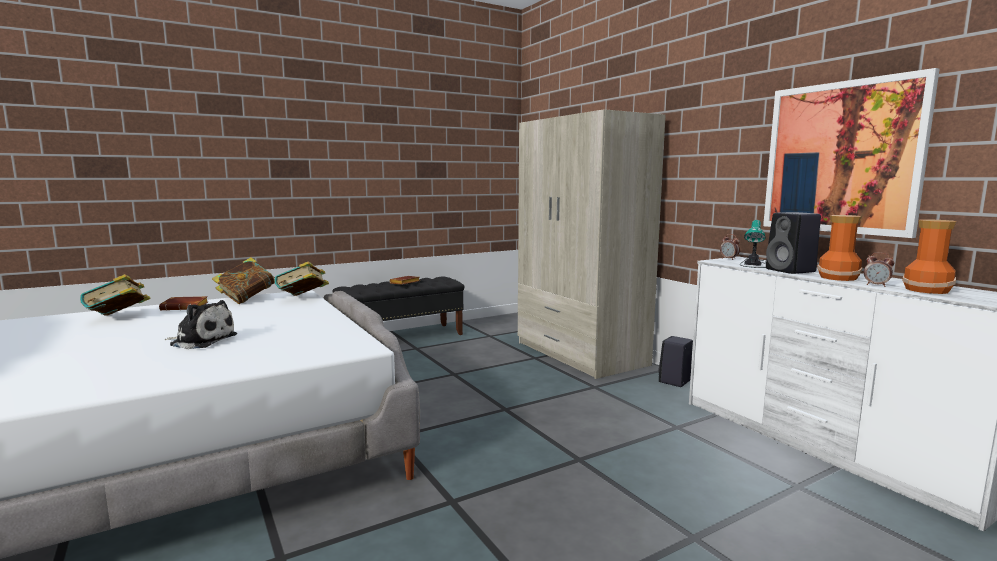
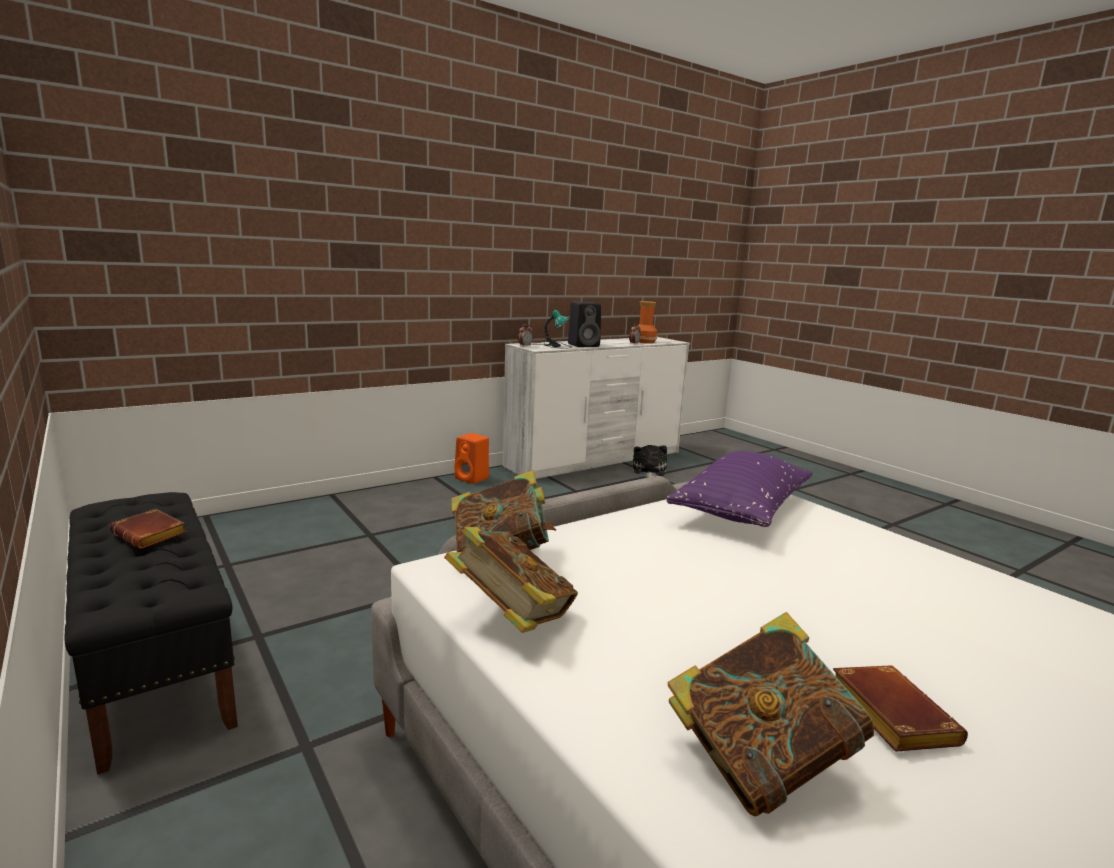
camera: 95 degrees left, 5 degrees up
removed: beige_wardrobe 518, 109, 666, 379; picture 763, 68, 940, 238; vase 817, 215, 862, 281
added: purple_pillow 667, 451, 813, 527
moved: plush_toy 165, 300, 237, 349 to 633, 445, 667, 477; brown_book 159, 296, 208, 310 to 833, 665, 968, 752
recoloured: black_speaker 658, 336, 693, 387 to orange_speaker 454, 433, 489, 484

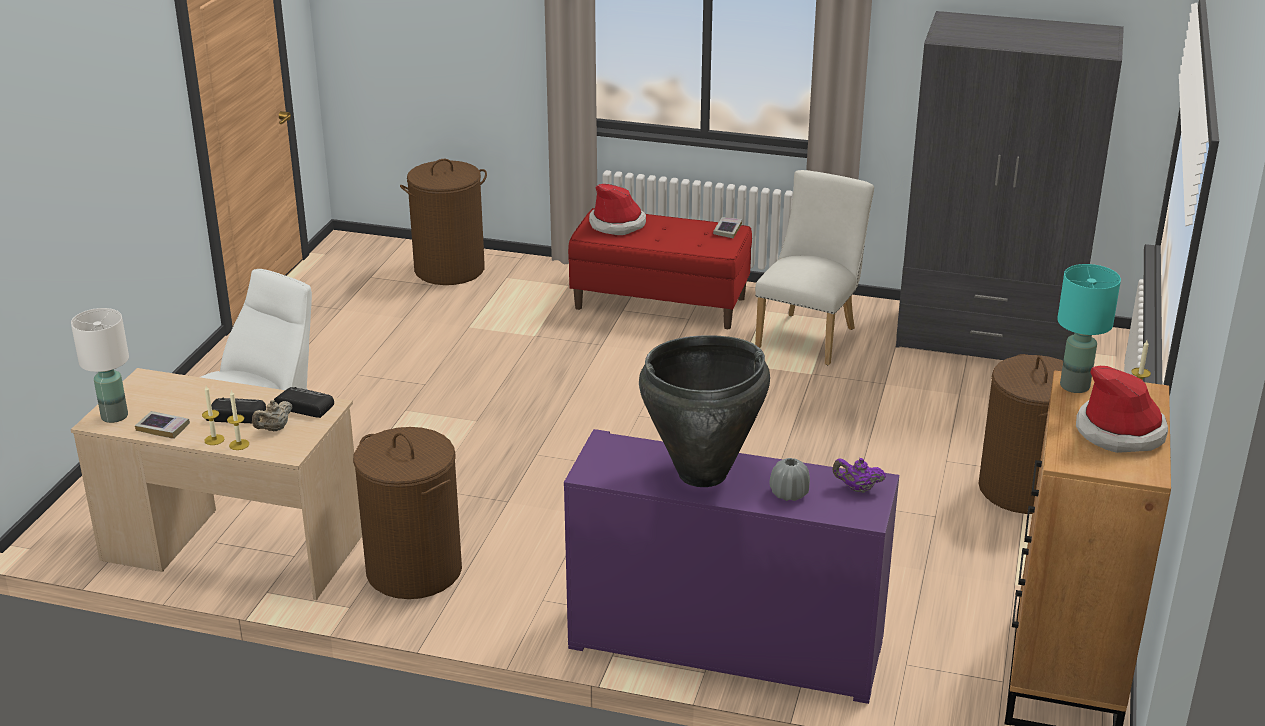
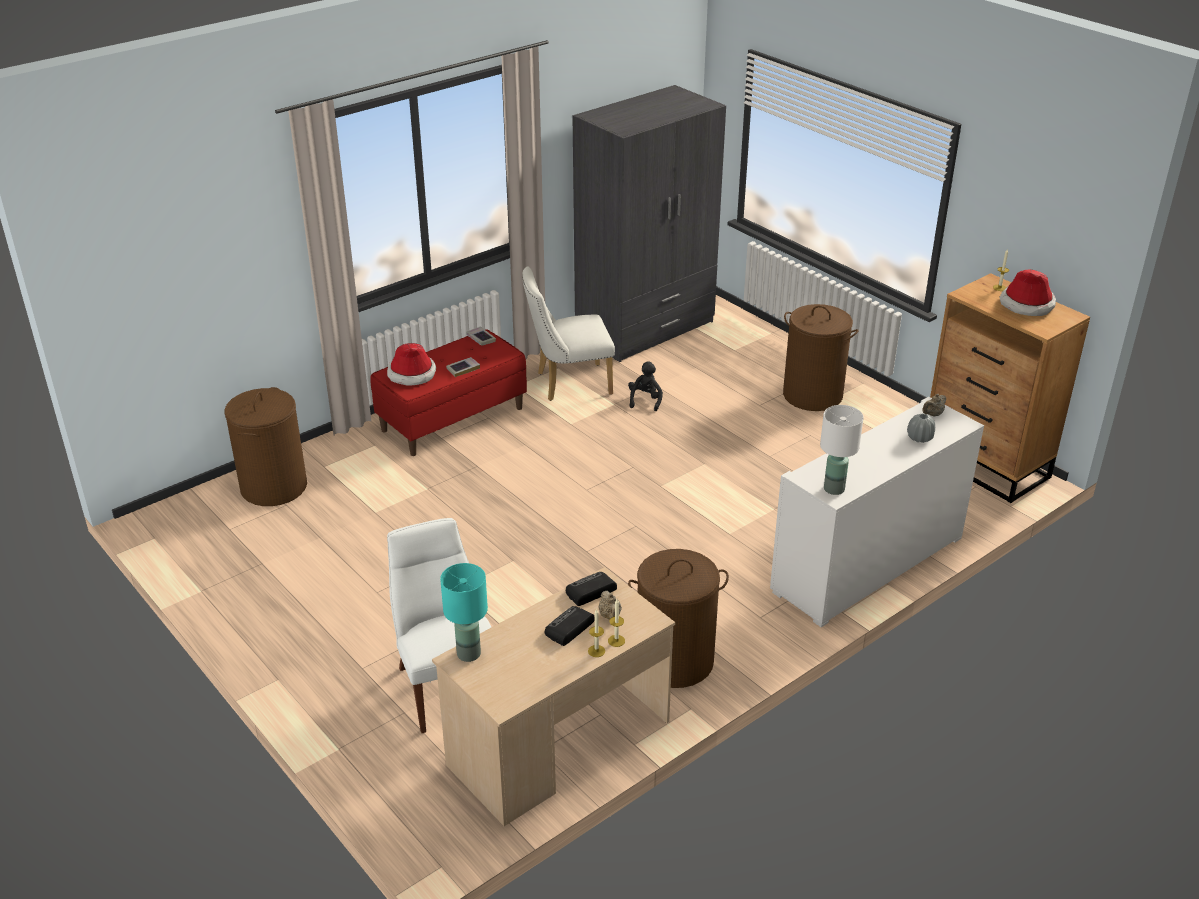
camera: 55 degrees left, 5 degrees up
removed: black_vase 639, 335, 770, 487
added: black_plush_toy 628, 361, 663, 411
moved: turquoise_table_lamp 1057, 264, 1121, 393 to 440, 563, 488, 662; book 135, 411, 190, 439 to 446, 357, 480, 377; white_table_lamp 71, 308, 129, 423 to 820, 405, 864, 495
recoloured: purple_cabinet 564, 429, 899, 704 to white_cabinet 770, 397, 984, 627; purple_teapot 832, 458, 886, 493 to beige_teapot 922, 394, 946, 416
turned: white_chair 755, 170, 874, 365 = 522, 266, 615, 401 75 degrees counterclockwise

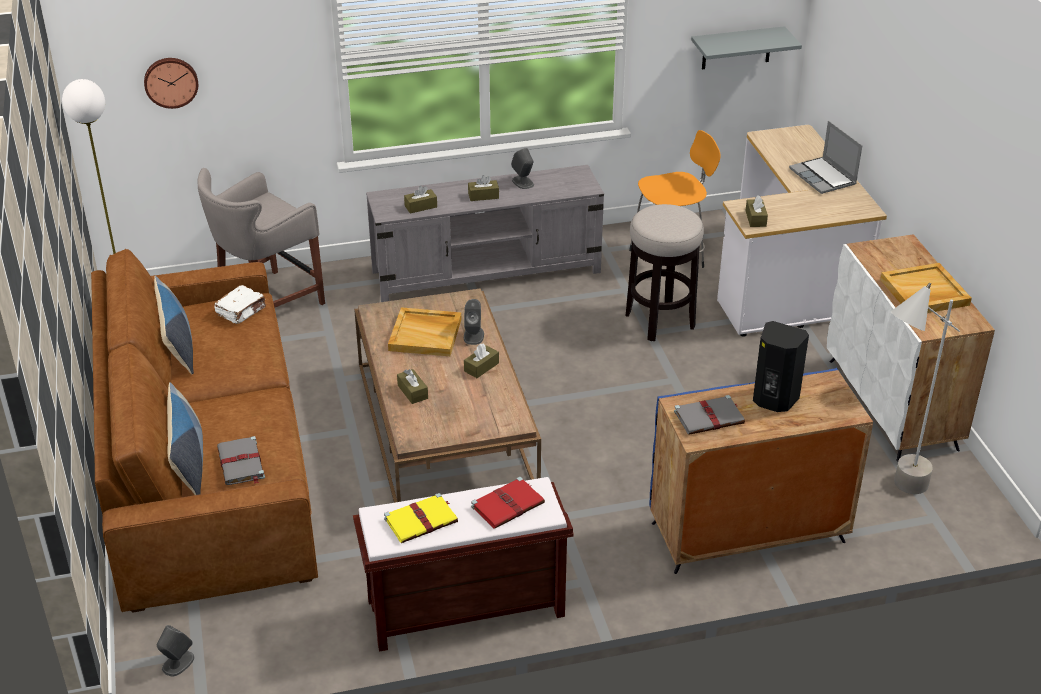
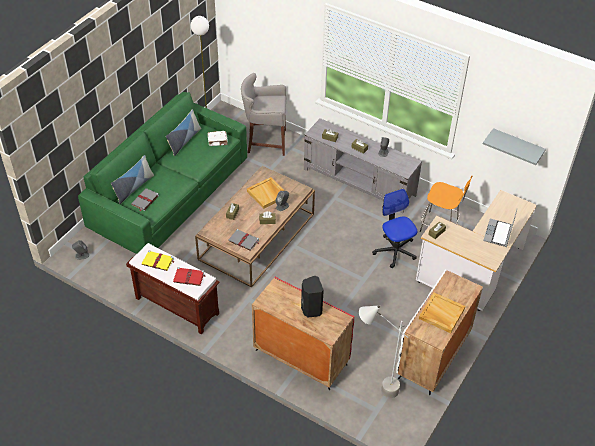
camera: 45 degrees right, 10 degrees up
removed: wall_clock 144, 58, 198, 109
moved: grey_book 674, 395, 745, 435 to 228, 229, 259, 251
replaced: stool 625, 204, 704, 341 to office_chair 372, 189, 418, 268
recoloured: brown_sofa 91, 249, 318, 613 to green_sofa 78, 92, 247, 254; blue_cabinet 650, 368, 873, 574 to red_cabinet 252, 277, 354, 390

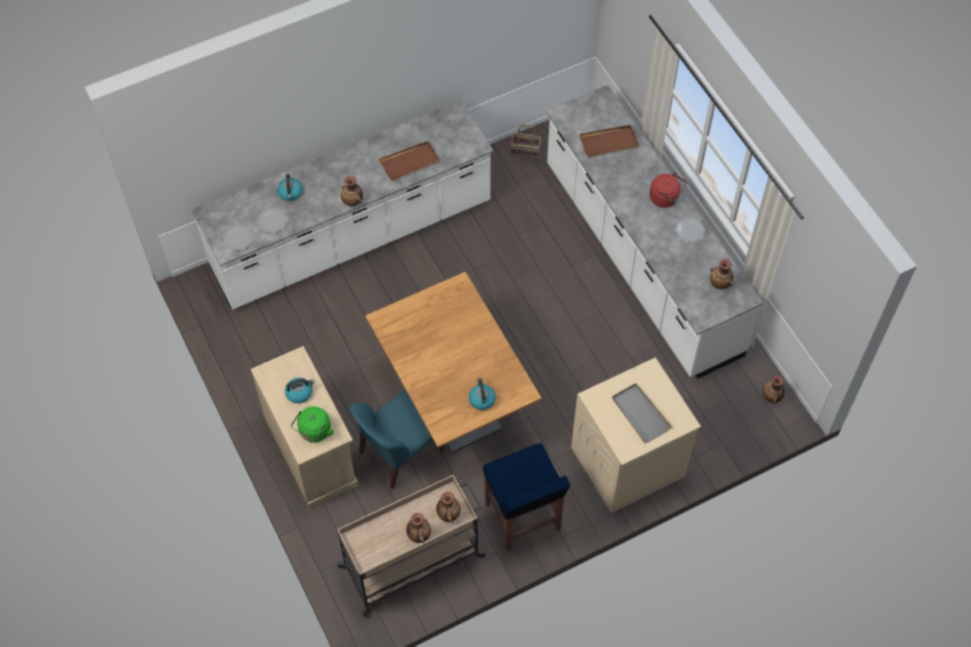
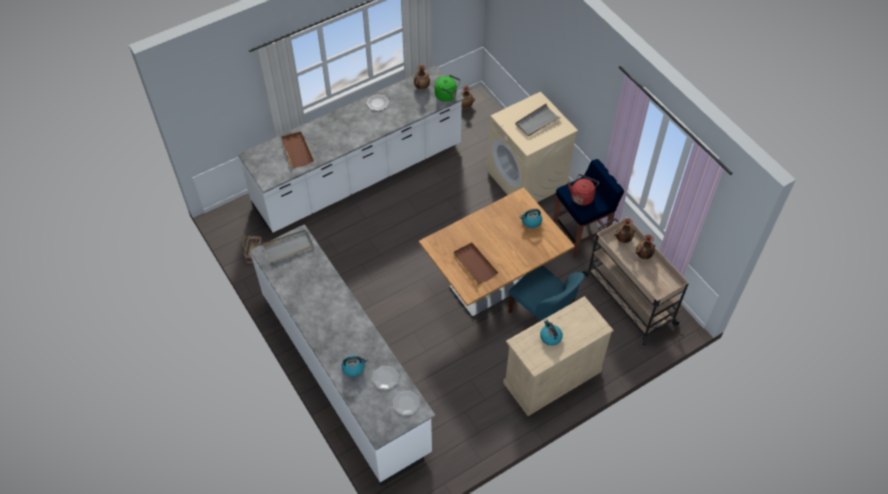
camera: 95 degrees left, 5 degrees down
removed: vase 341, 176, 363, 206
added: grey_tray 263, 229, 314, 263
moved: green_kettle 291, 406, 334, 442 to 435, 75, 461, 102; brown_tray 379, 141, 440, 181 to 454, 242, 498, 285; red_kettle 650, 172, 687, 208 to 568, 174, 599, 205

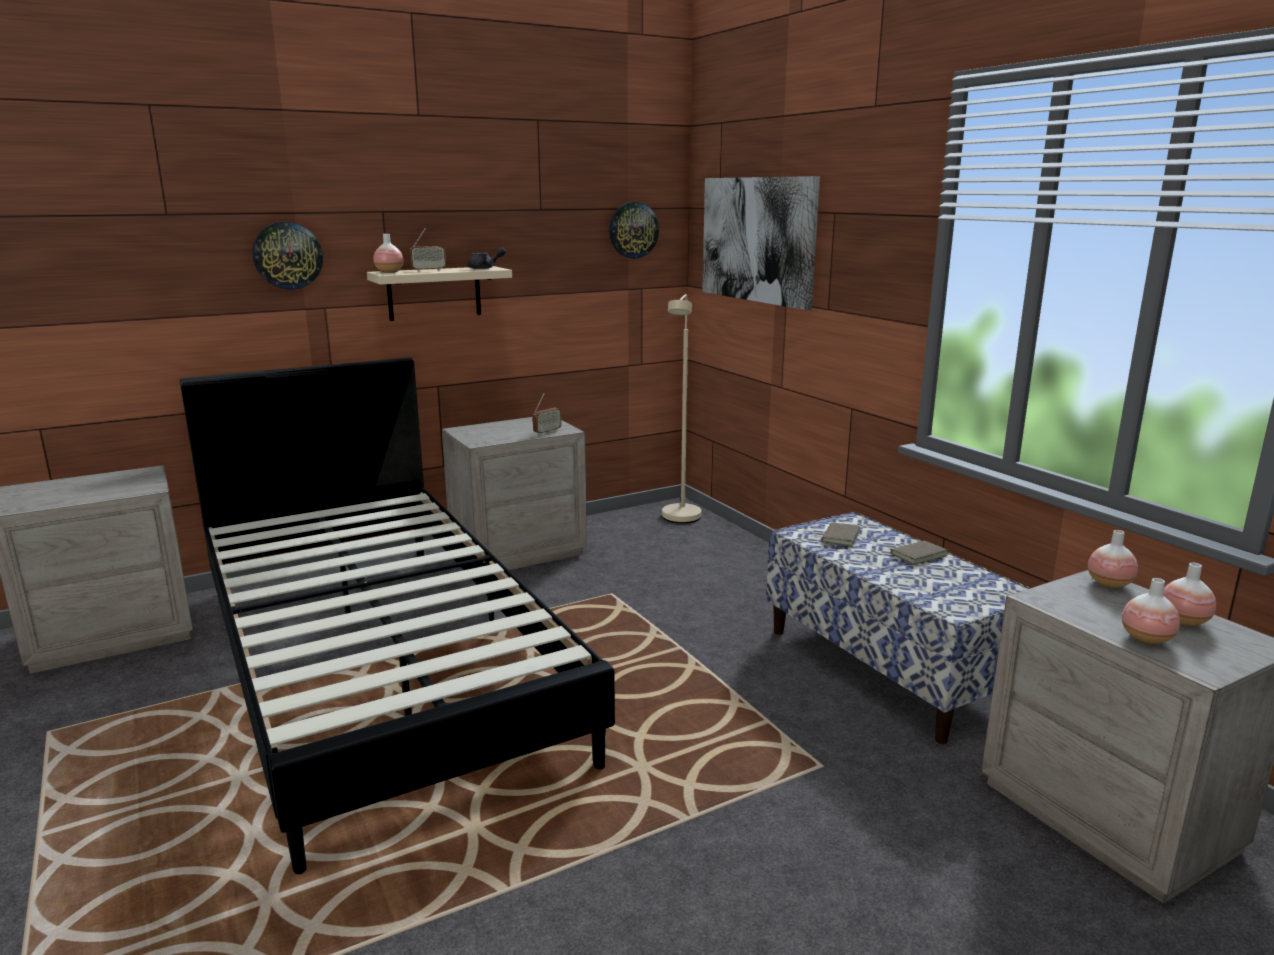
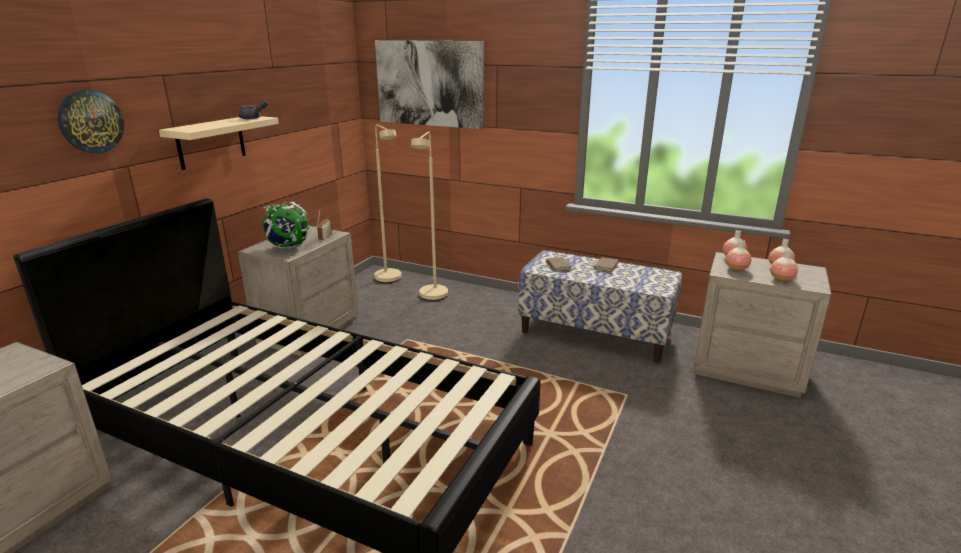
camera: 35 degrees left, 5 degrees up
removed: radio 409, 228, 446, 272; wall_clock 609, 202, 659, 259
added: globe 262, 202, 310, 250; beige_floor_lamp 411, 132, 448, 301
moved: vase 373, 234, 403, 273 to 726, 240, 751, 271

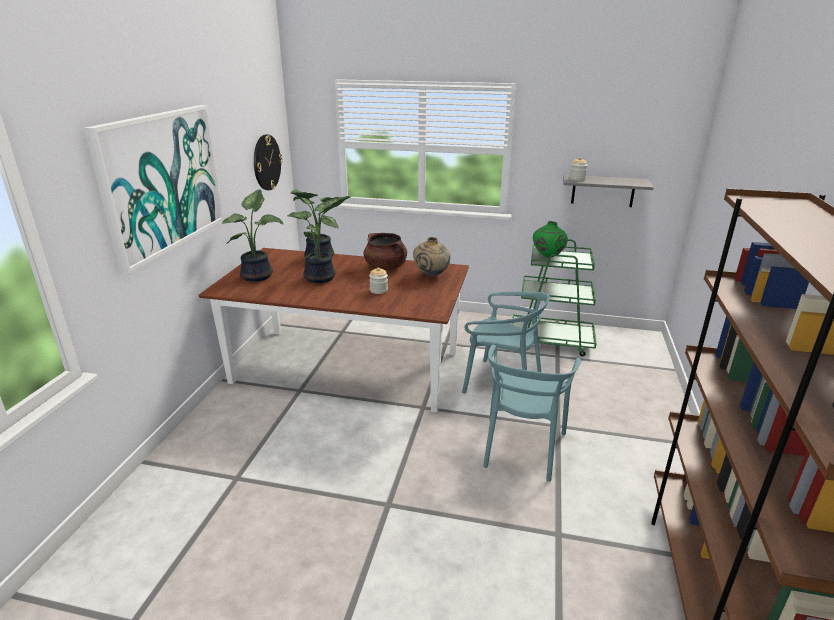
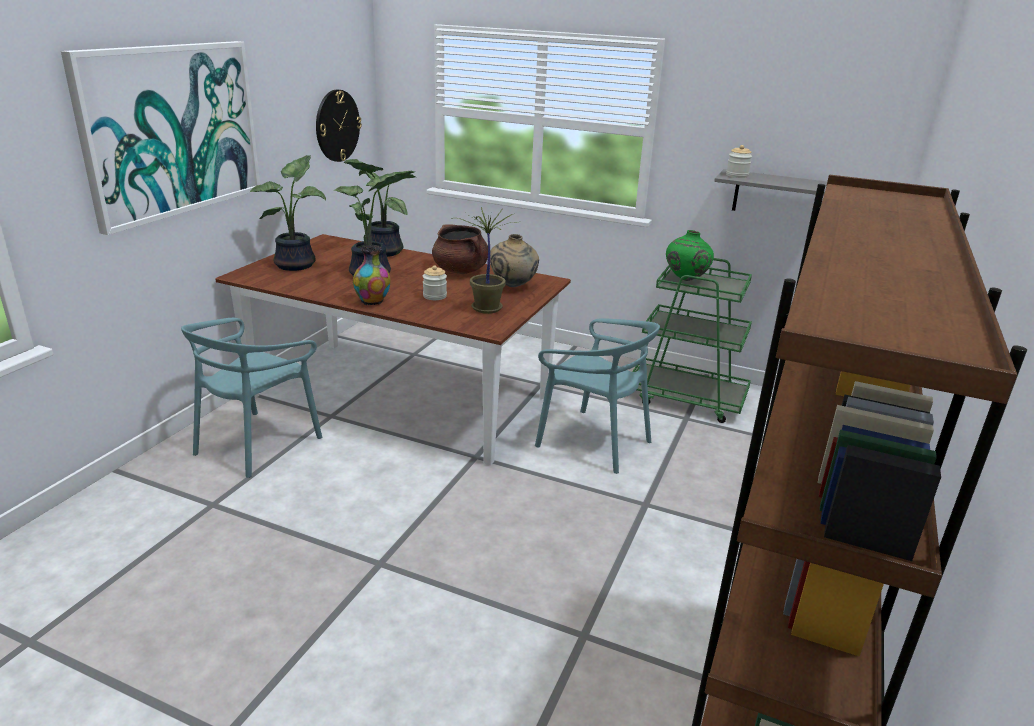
camera: 10 degrees right, 0 degrees up
added: vase 353, 245, 391, 305; potted_plant 458, 207, 521, 314
moved: turquoise_chair 483, 345, 581, 482 to 181, 318, 322, 478

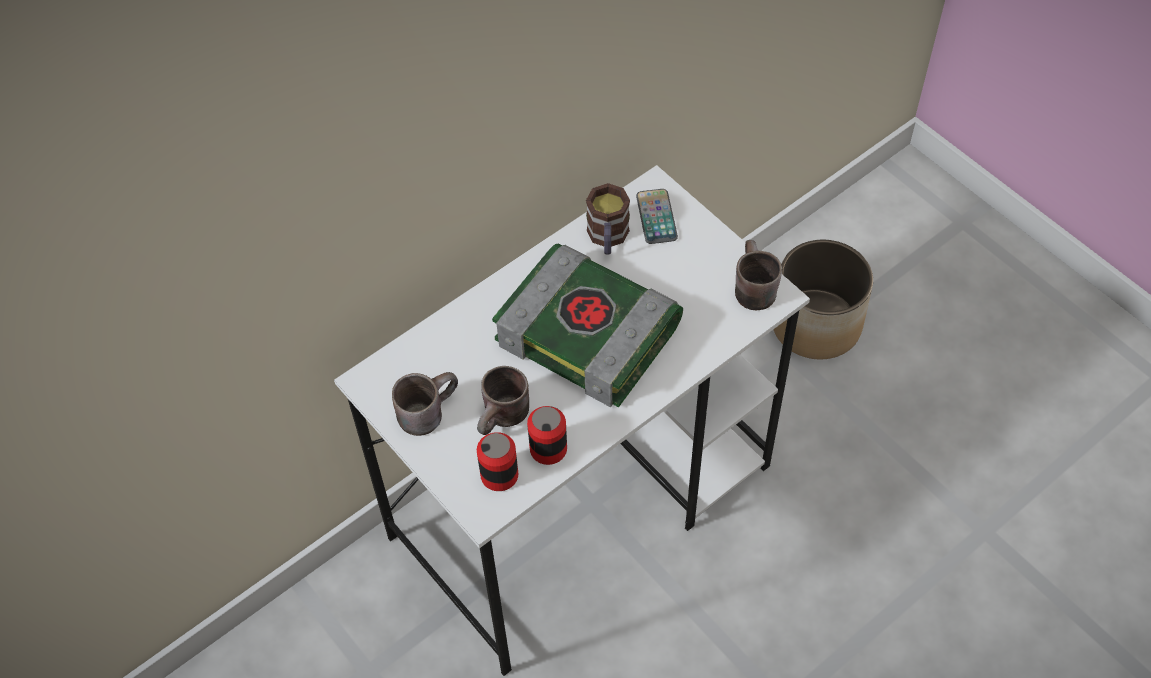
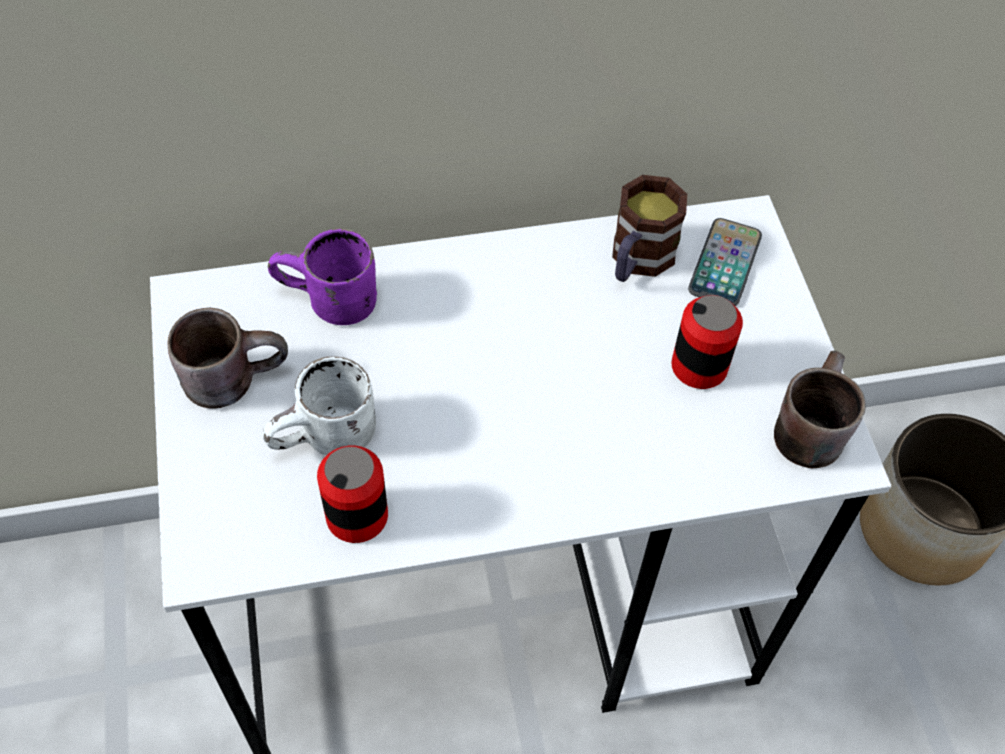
camera: 25 degrees right, 0 degrees up
removed: book 492, 244, 683, 408
added: purple_mug 268, 228, 377, 325
moved: can 477, 432, 518, 491 to 671, 295, 743, 389
recoloured: brown_mug 477, 366, 529, 435 to white_mug 262, 356, 376, 455

